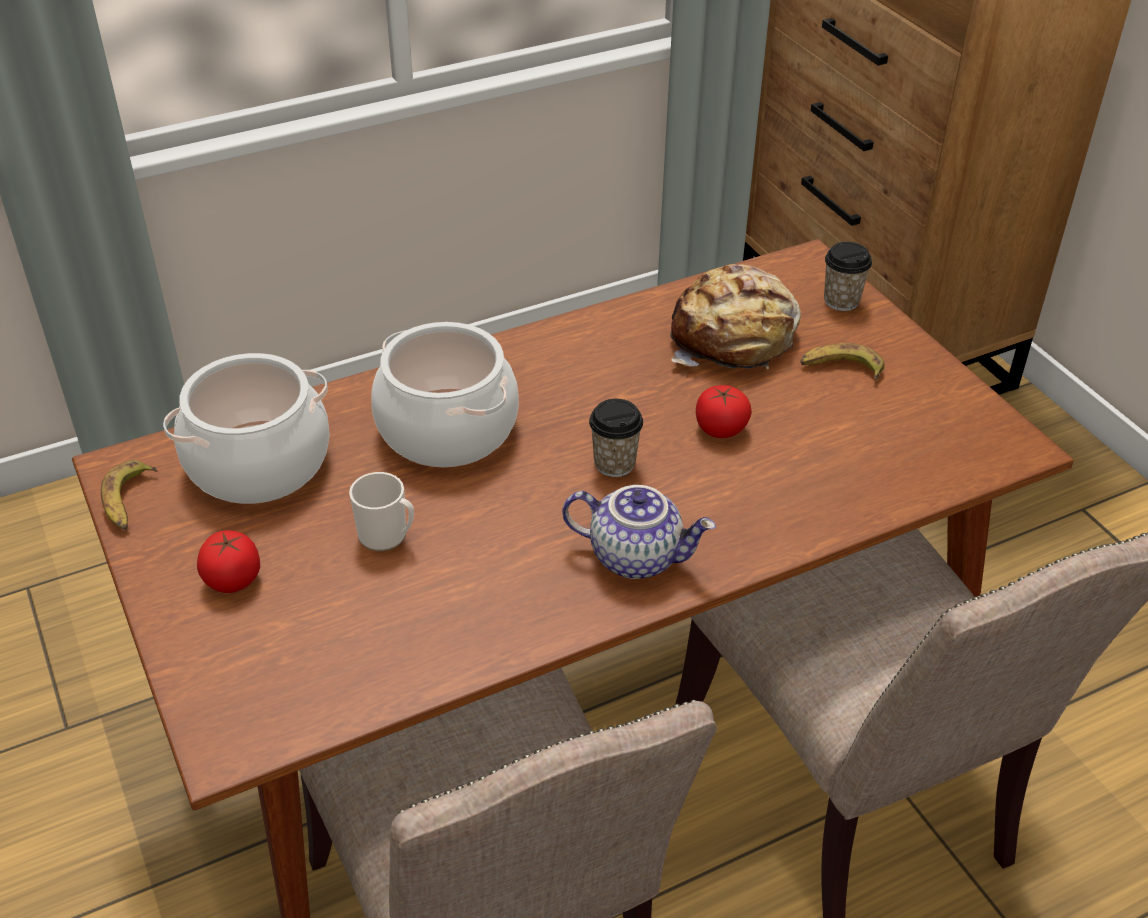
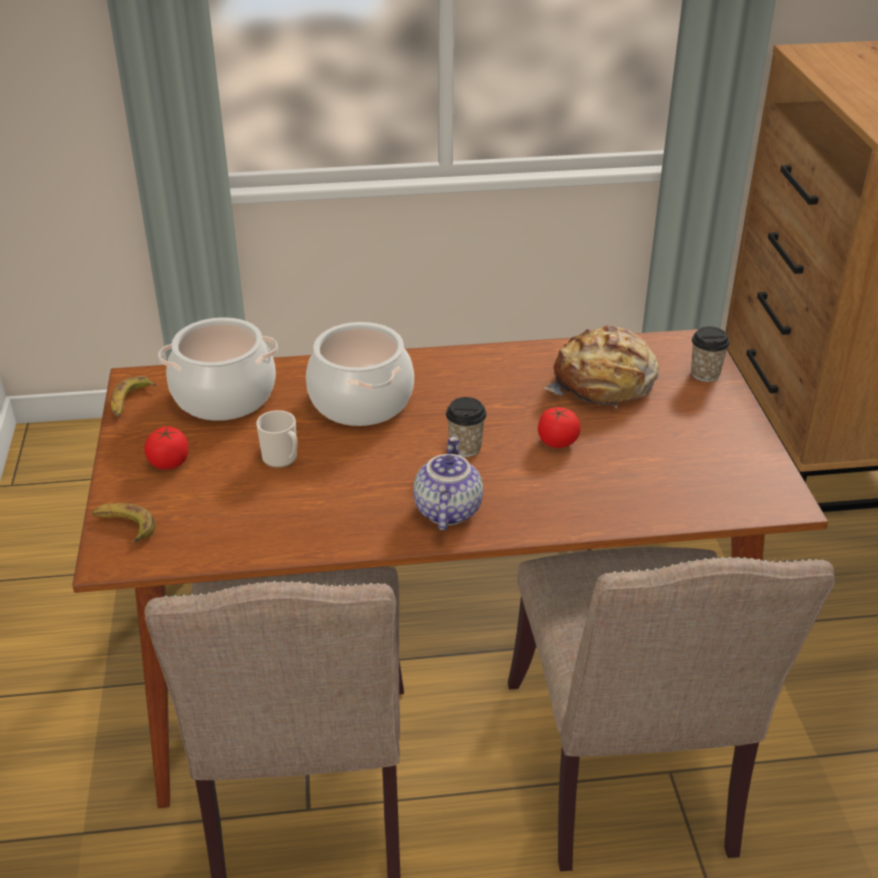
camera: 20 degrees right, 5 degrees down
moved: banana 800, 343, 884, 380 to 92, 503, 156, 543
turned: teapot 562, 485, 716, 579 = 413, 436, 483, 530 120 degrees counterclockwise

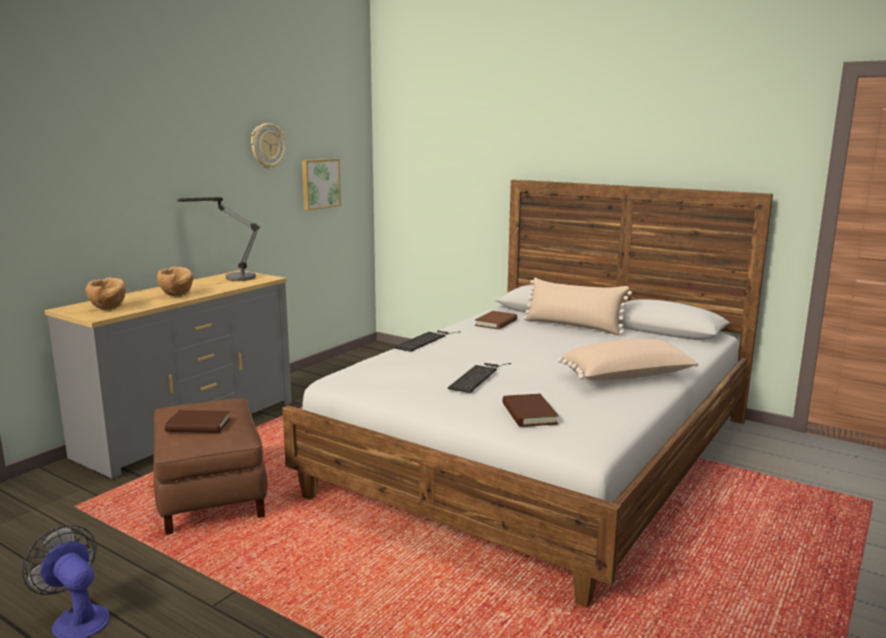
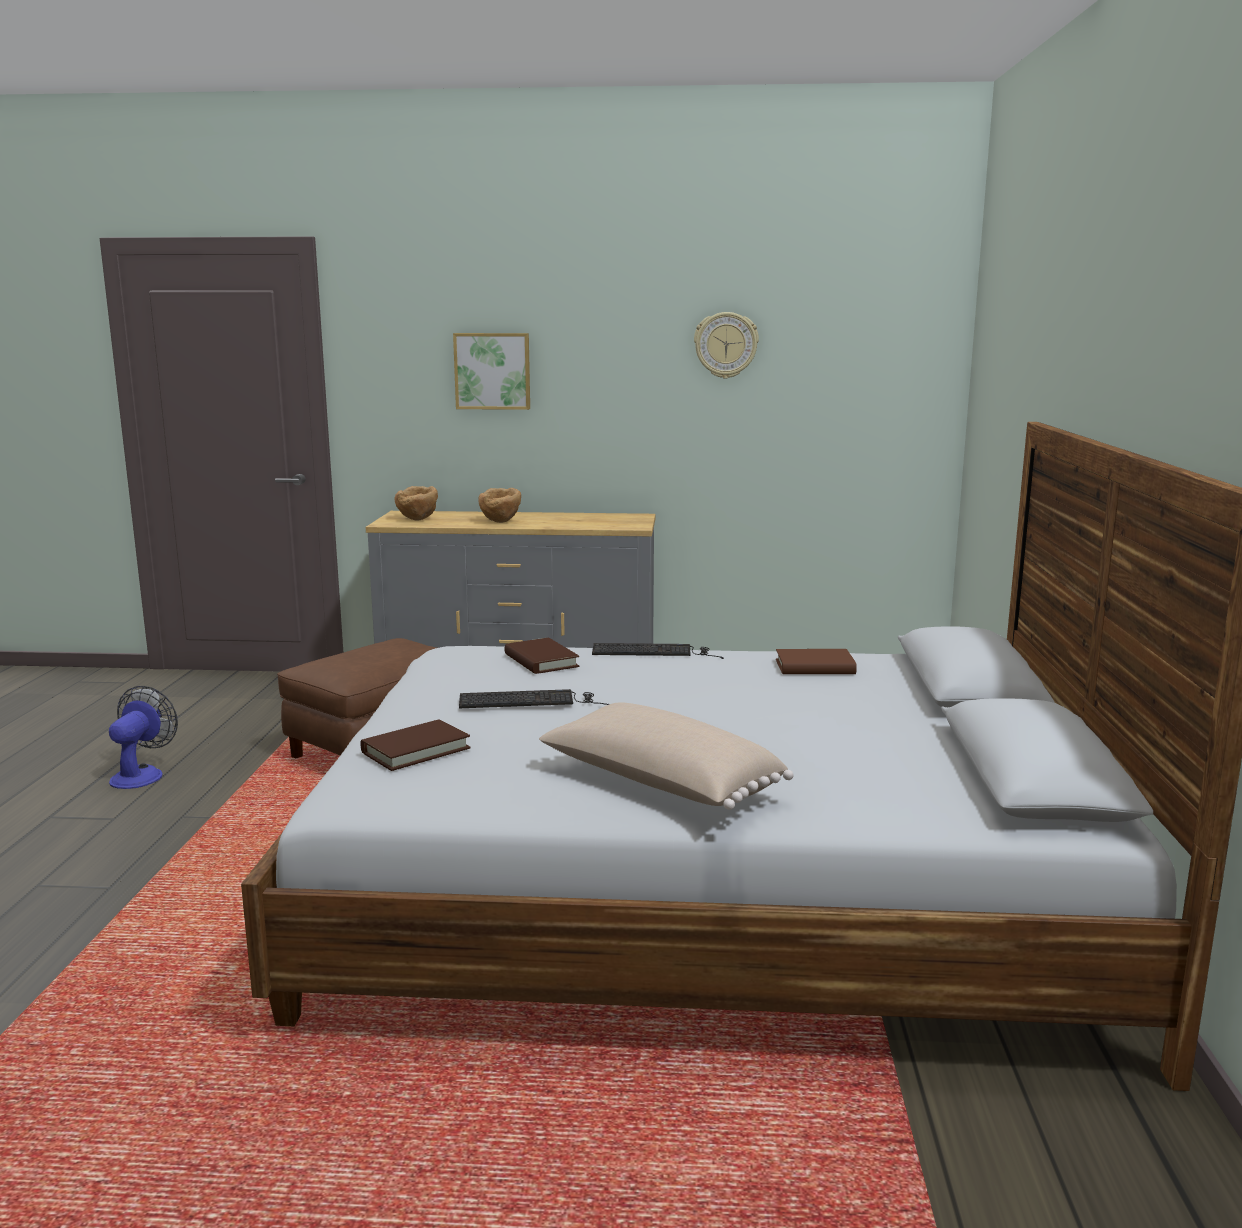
camera: 60 degrees right, 0 degrees up
removed: table_lamp 177, 197, 260, 281; beige_pillow 523, 278, 632, 335
moved: picture 302, 159, 341, 210 to 453, 333, 530, 410; brown_book 165, 410, 230, 433 to 504, 638, 579, 674

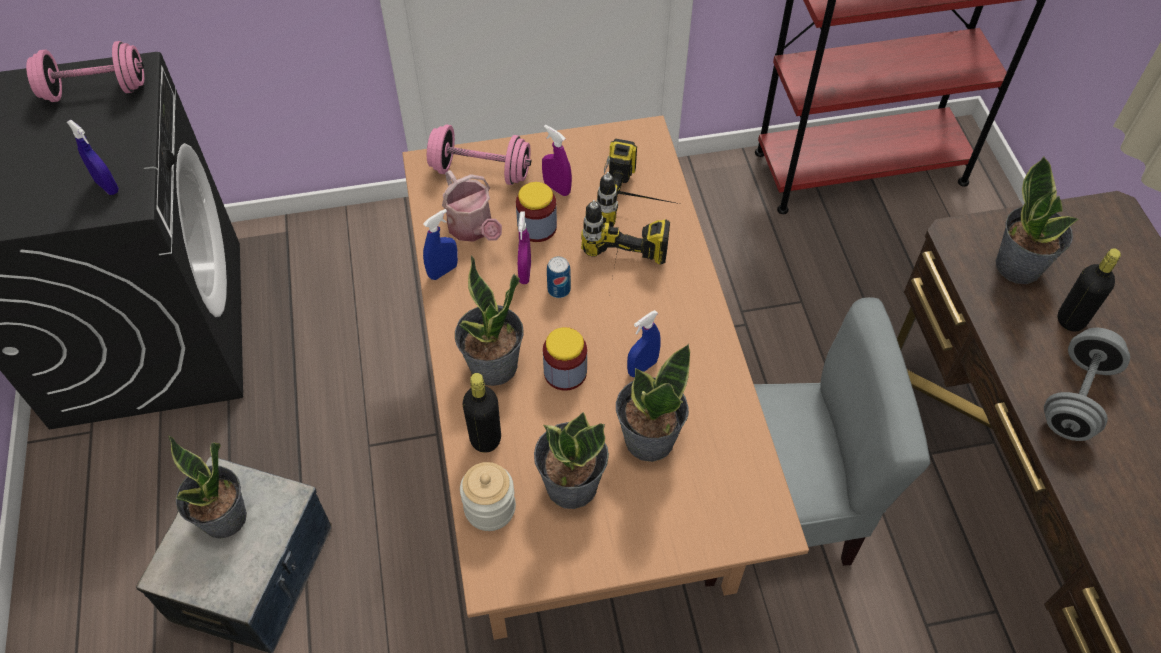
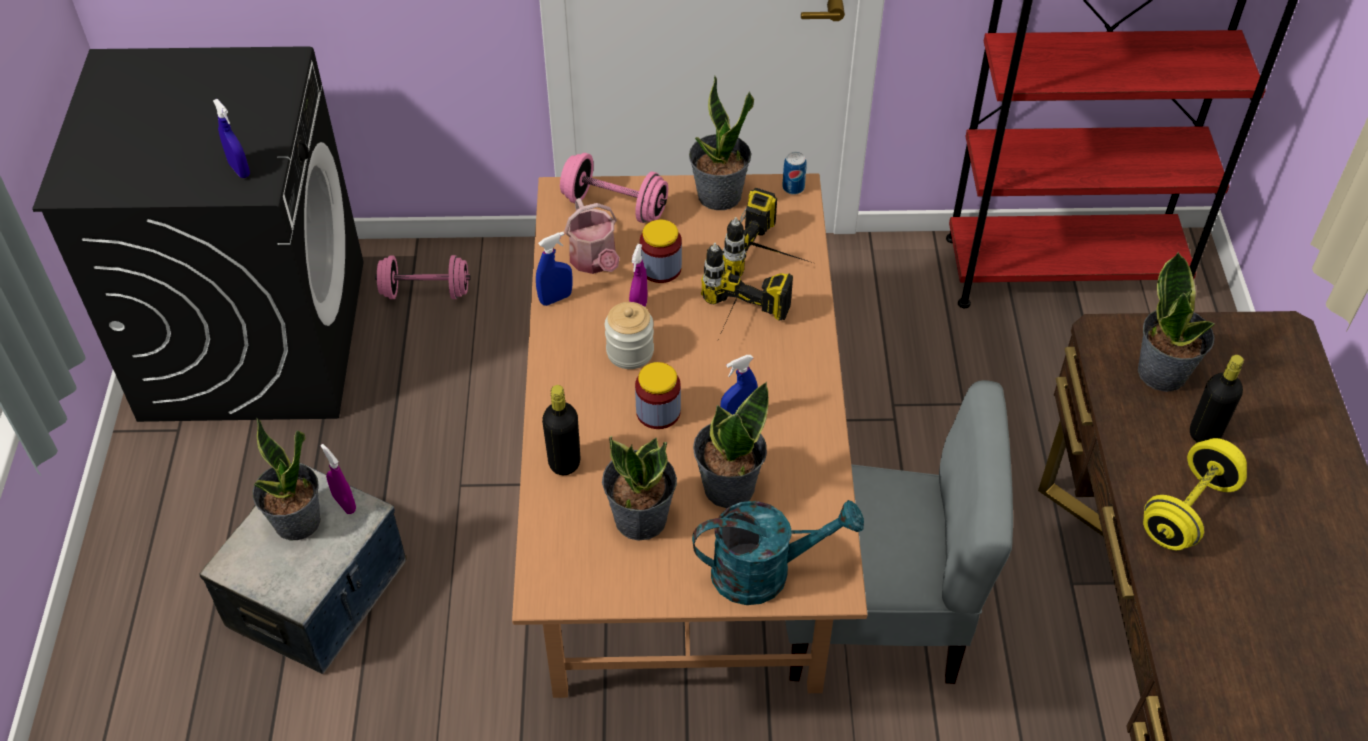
camera: 10 degrees right, 5 degrees down
added: turquoise_watering_can 692, 500, 864, 605
moved: purple_spray_bottle 542, 125, 572, 196 to 321, 444, 356, 514; pink_dumbbell 26, 41, 144, 102 to 375, 255, 470, 299; jar 460, 462, 516, 531 to 605, 302, 654, 369; potted_plant 455, 255, 524, 386 to 689, 76, 754, 210; can 547, 256, 571, 298 to 782, 152, 807, 195
recoloured: grey_dumbbell 1044, 328, 1130, 441 to yellow_dumbbell 1143, 438, 1247, 550

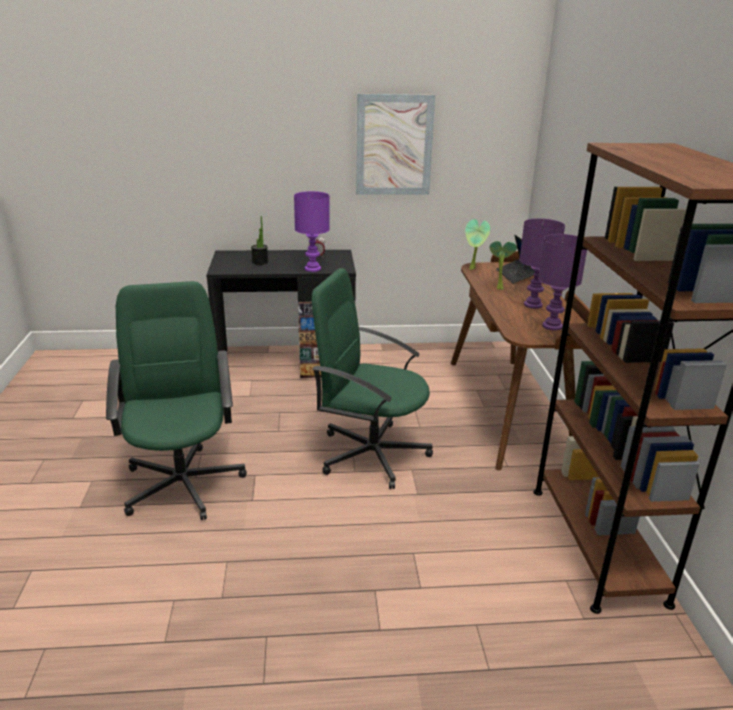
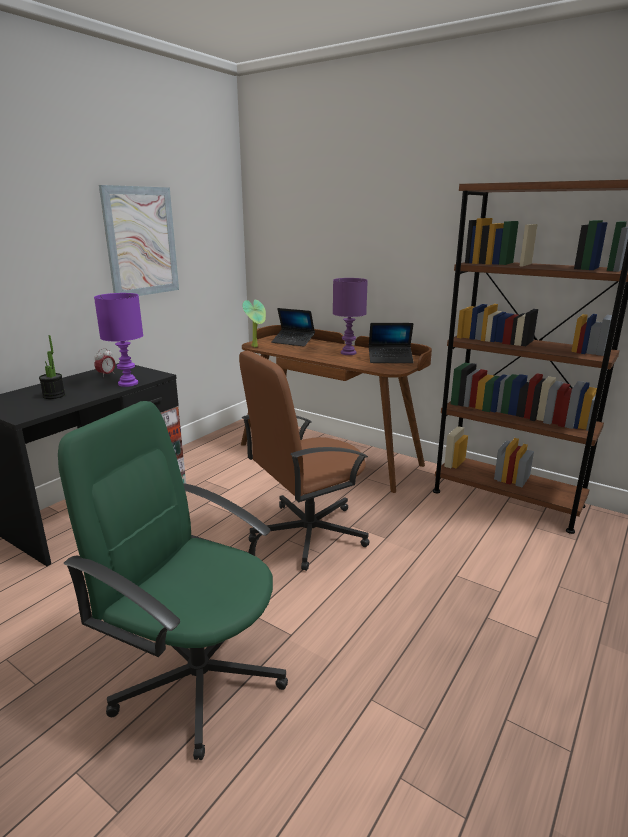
camera: 50 degrees left, 5 degrees down
removed: potted_plant 490, 241, 517, 290
replaced: purple_table_lamp 538, 234, 587, 331 to laptop 369, 323, 413, 363
recoloured: green_office_chair 312, 268, 433, 489 to brown_office_chair 239, 351, 370, 571

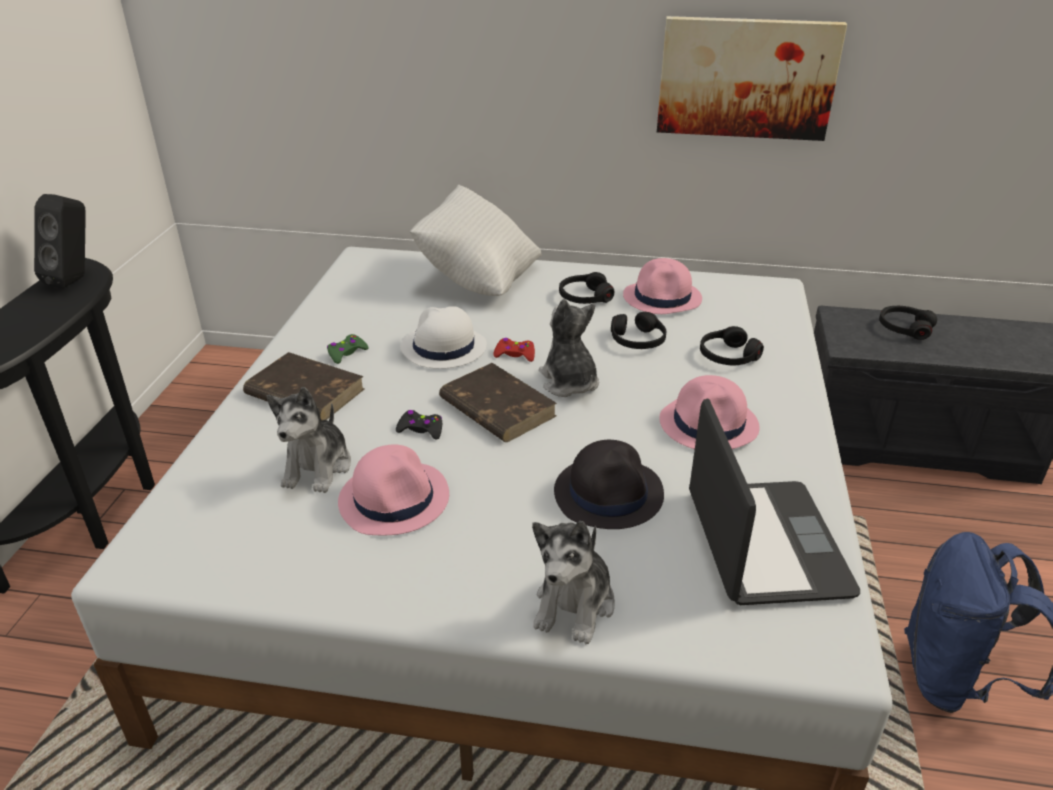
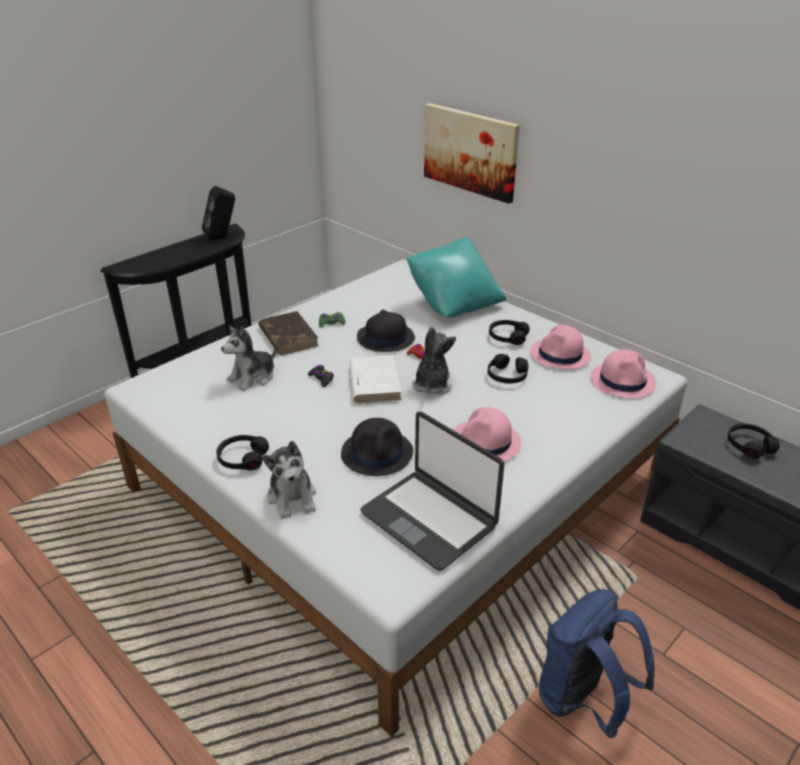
camera: 35 degrees right, 0 degrees up
moved: black_headphones 700, 326, 764, 365 to 216, 435, 269, 471; picture 657, 16, 847, 141 to 424, 103, 520, 204; pink_hat 338, 444, 449, 535 to 591, 350, 656, 398
recoloured: brown_book 439, 363, 557, 442 to white_book 349, 355, 401, 404; white_hat 400, 306, 487, 369 to black_hat 357, 310, 415, 352; white_pillow 410, 185, 541, 296 to turquoise_pillow 407, 236, 506, 317
turned: plush_toy 532, 521, 615, 644 = 262, 441, 316, 519 75 degrees counterclockwise; laptop 689, 398, 860, 605 = 360, 411, 504, 571 105 degrees clockwise

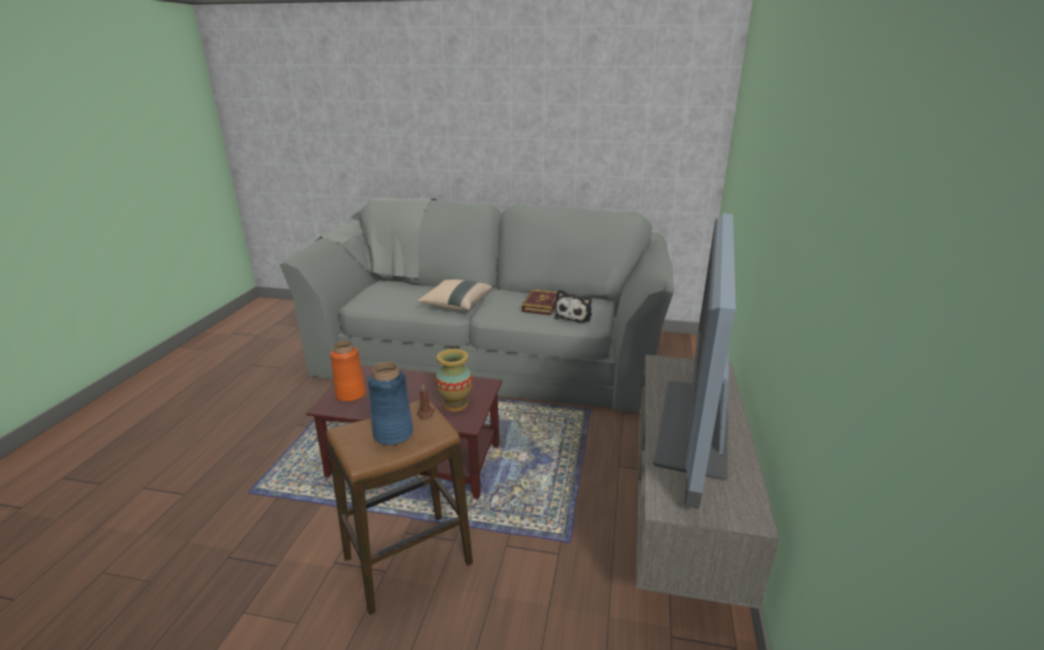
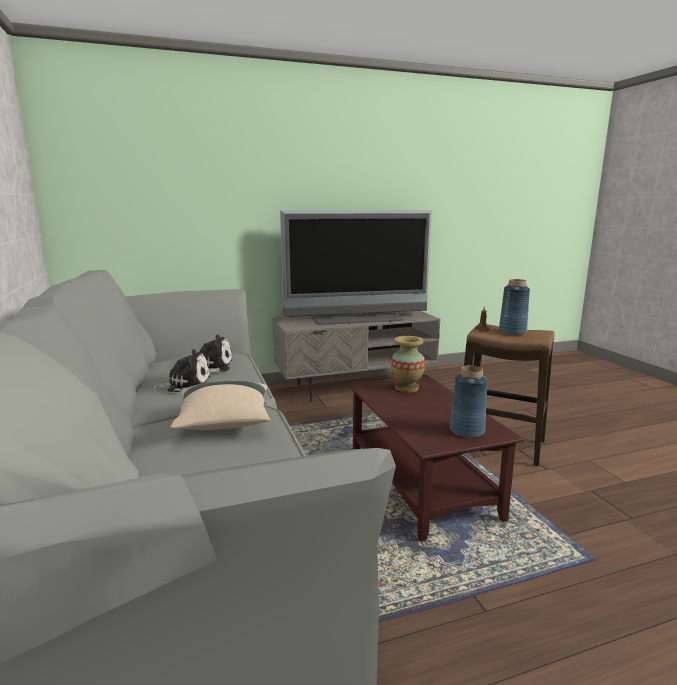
camera: 120 degrees left, 10 degrees down
replaced: book 522, 290, 557, 315 to plush_toy 151, 349, 211, 392
recoloured: orange_vase 330, 340, 366, 402 to blue_vase 450, 365, 488, 438

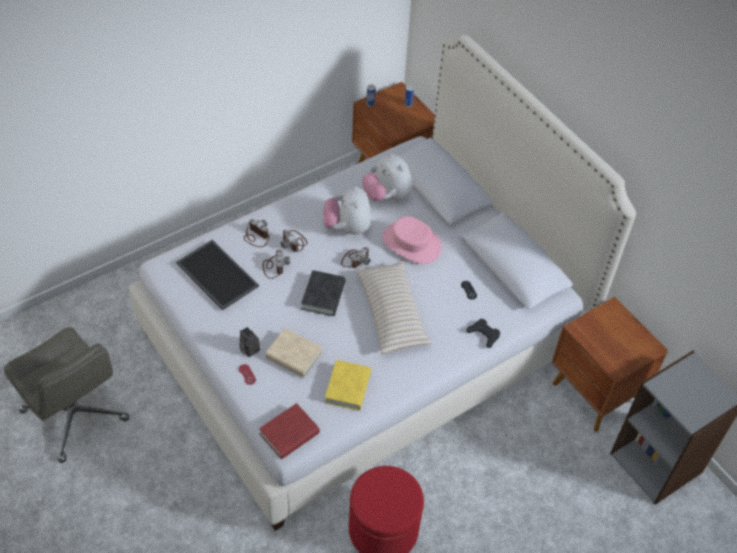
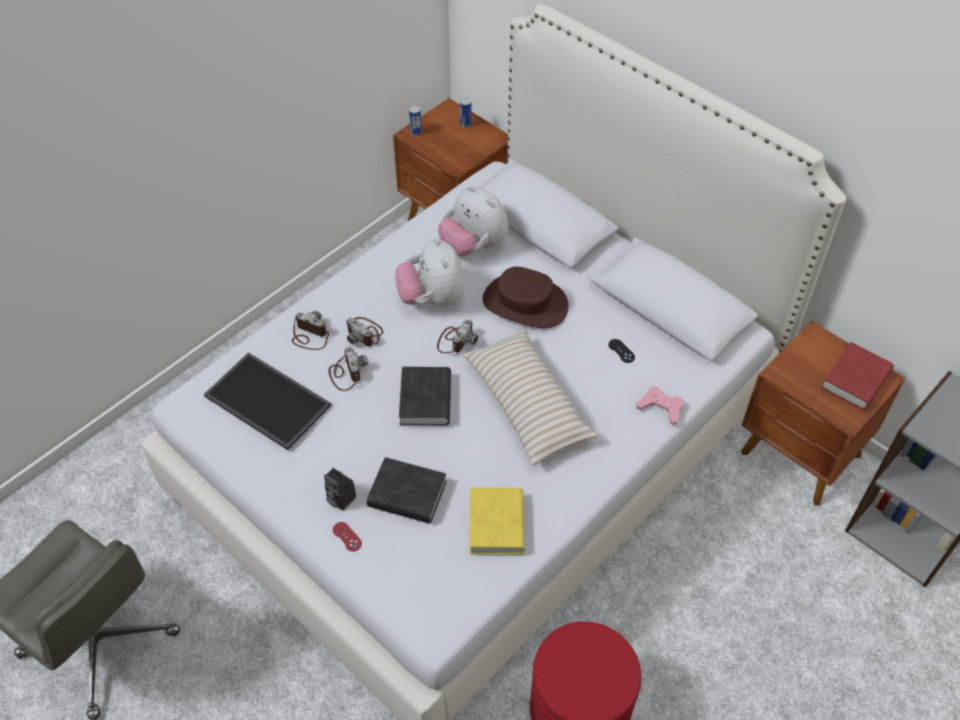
camera: 10 degrees left, 0 degrees up
moved: red_book 259, 403, 320, 459 to 821, 342, 894, 410
recoloured: beige_book 265, 328, 323, 378 to black_book 367, 457, 447, 524; pink_hat 382, 216, 442, 264 to brown_hat 483, 267, 569, 328; black_game_controller 466, 319, 500, 348 to pink_game_controller 636, 386, 684, 425

